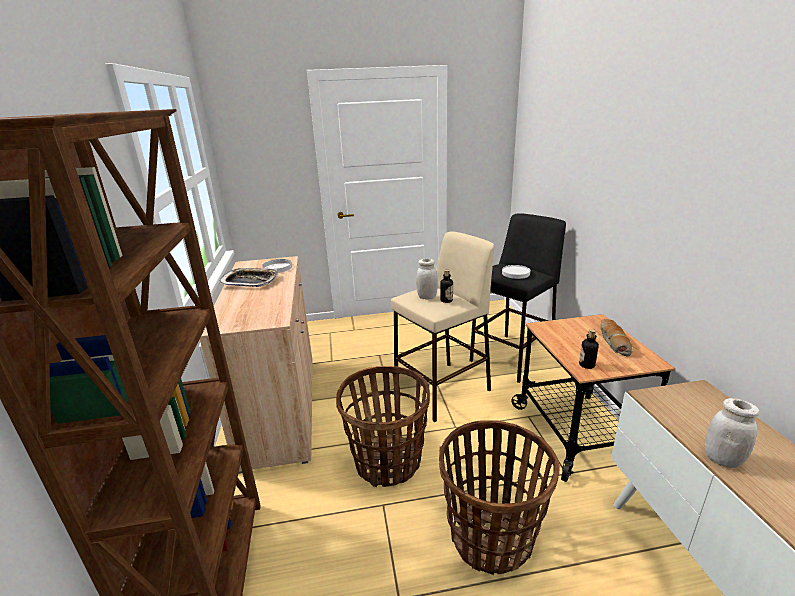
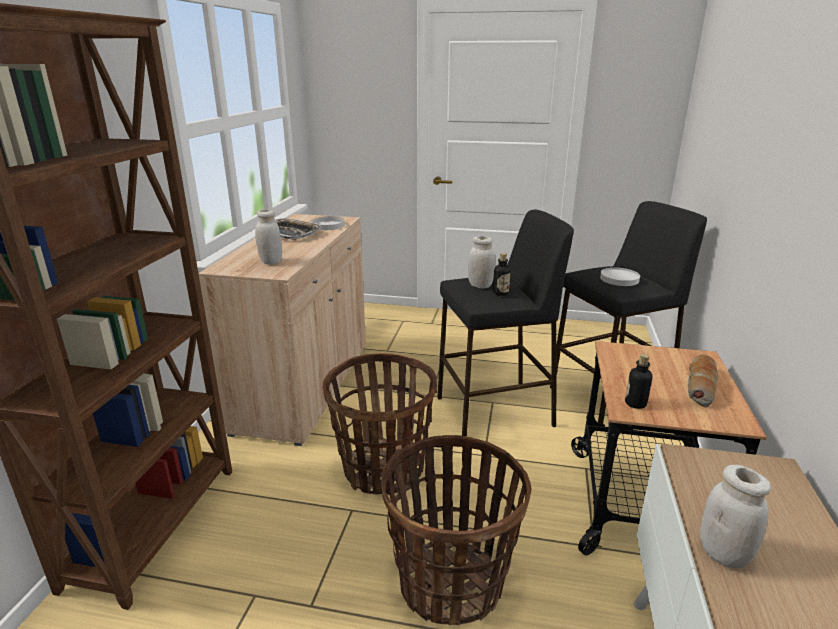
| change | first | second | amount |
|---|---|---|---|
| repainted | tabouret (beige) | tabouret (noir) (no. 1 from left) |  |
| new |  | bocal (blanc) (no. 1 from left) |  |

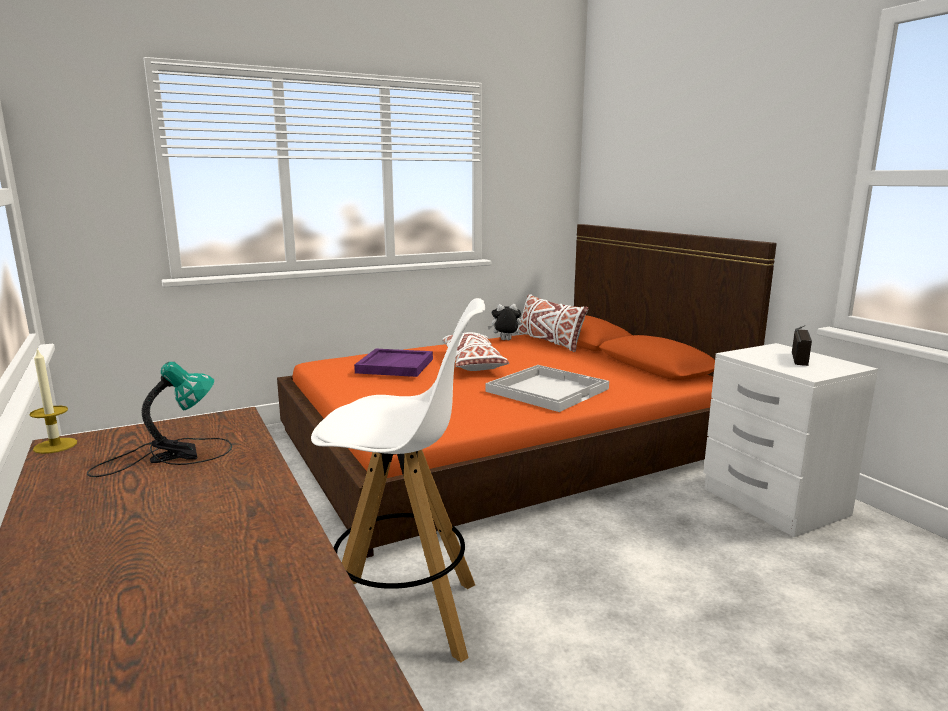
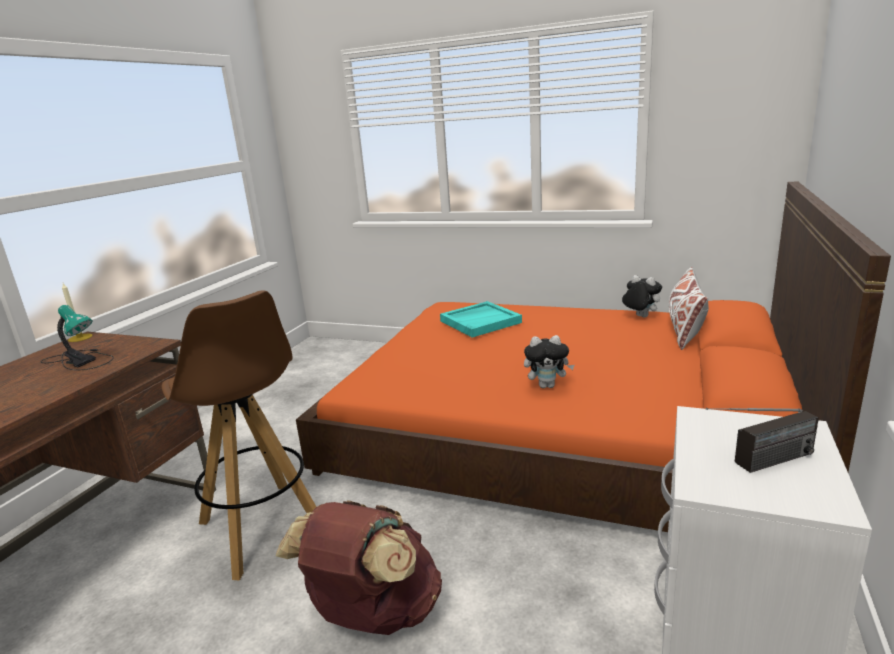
| change | first | second | amount |
|---|---|---|---|
| repainted | tabouret (blanc) | tabouret (marron) |  |
| gone | coussin (blanc) (no. 1 from left) |  |  |
| repainted | plateau (violet) | plateau (turquoise) |  |
| swapped | plateau (blanc) | peluche (no. 1 from left) |  |
| new |  | sac à dos (marron) |  |

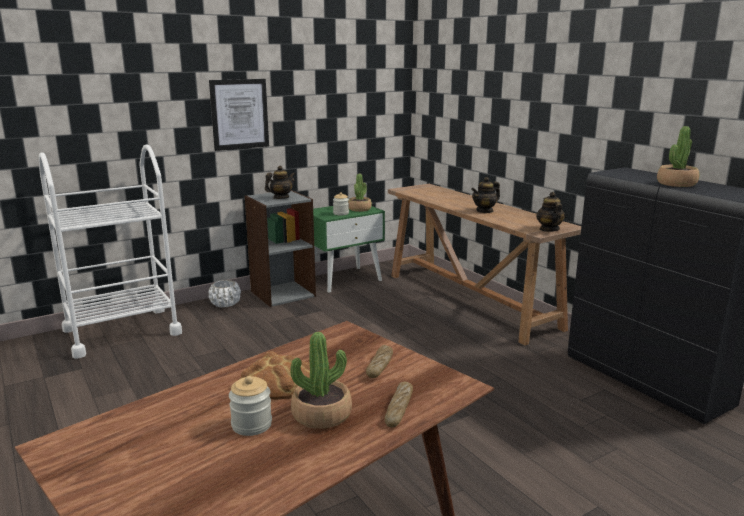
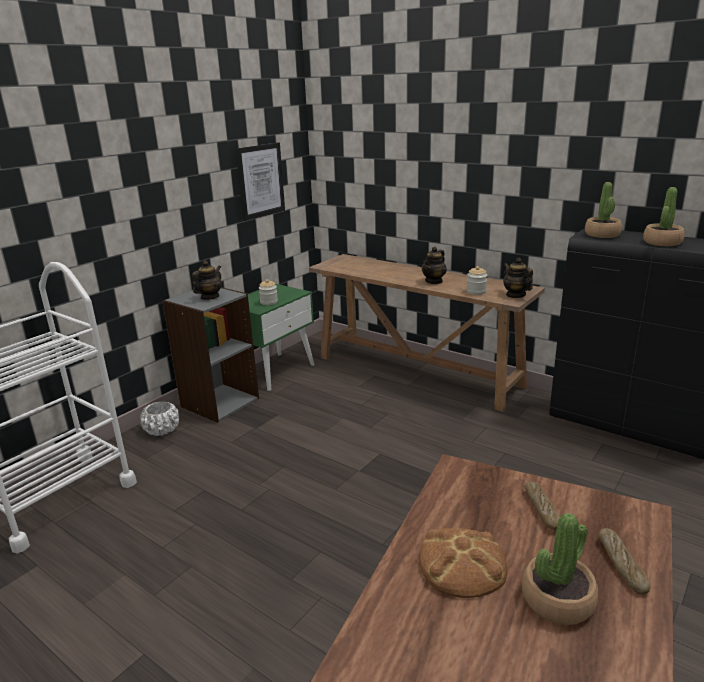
| change | first | second | amount |
|---|---|---|---|
| shifted | tableau |  |  |
| shifted | plante en pot (no. 2 from left) |  |  |
| shifted | bocal (no. 1 from left in the first image) | bocal (no. 2 from left) |  |

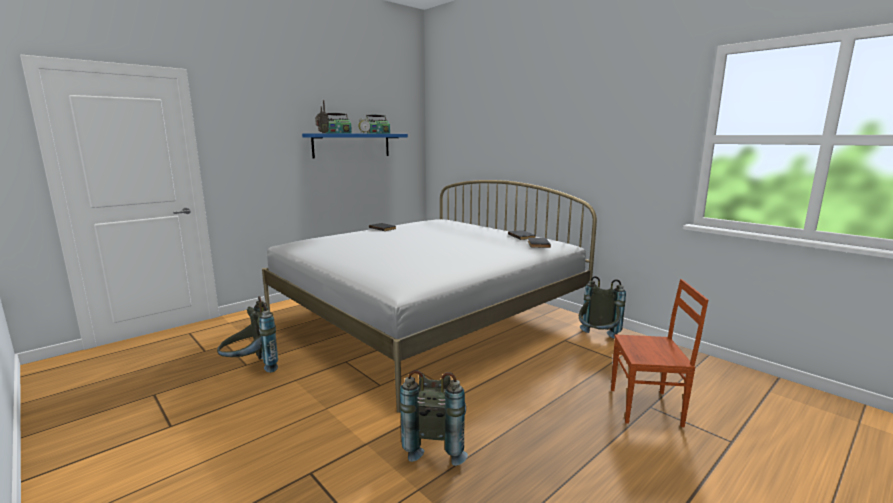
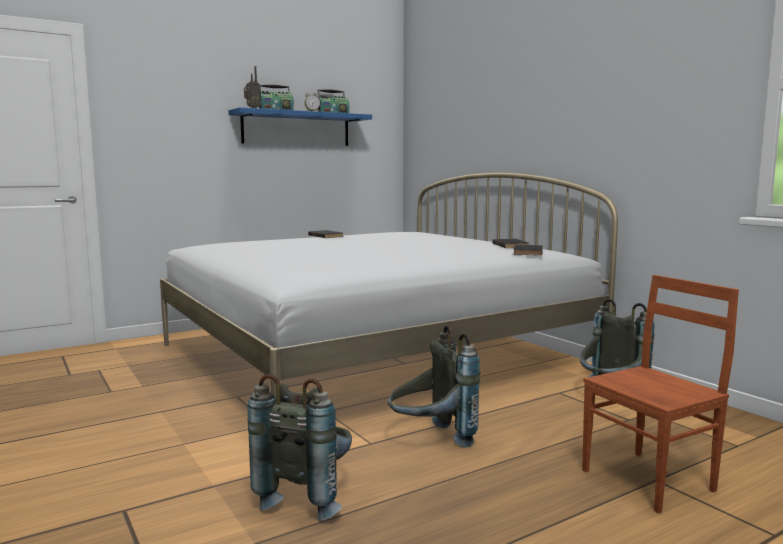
| change | first | second | amount |
|---|---|---|---|
| rotated | chaise (marron) |  | 45 degrees counterclockwise |
| shifted | sac à dos (gris) (no. 1 from left in the first image) | sac à dos (gris) (no. 2 from left) |  |

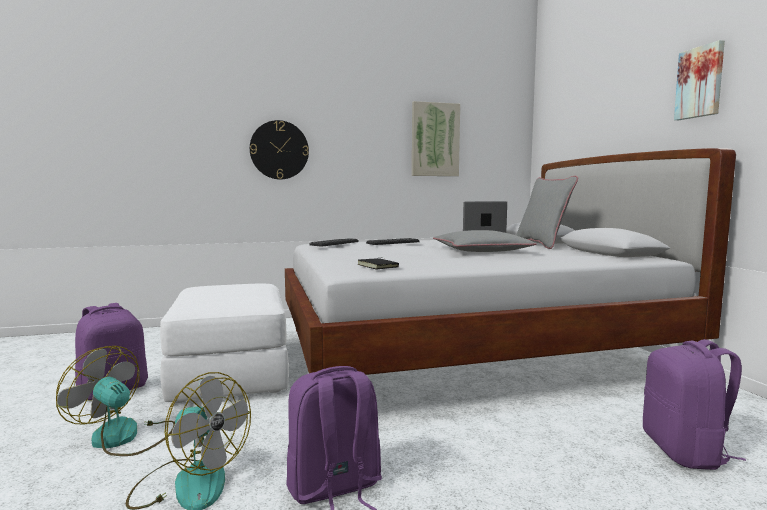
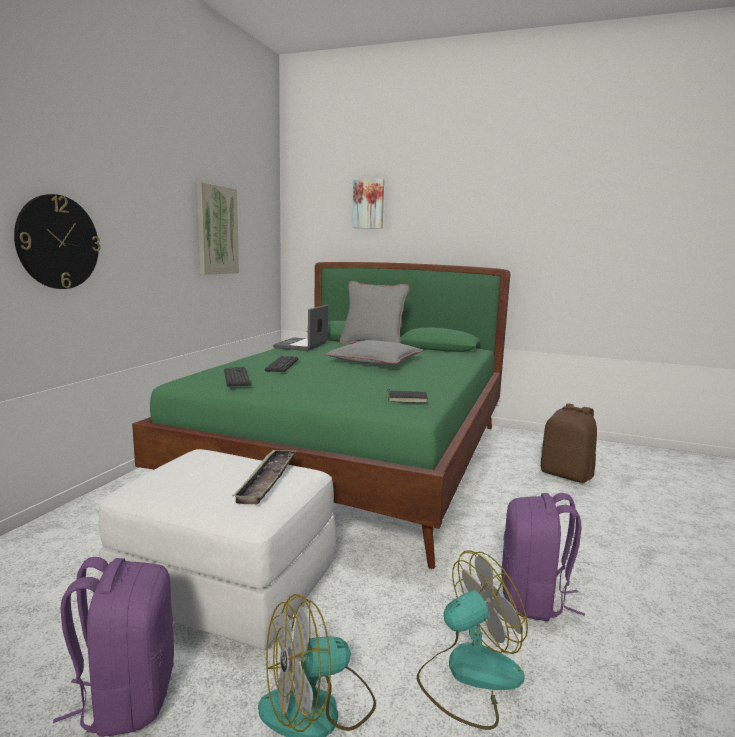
| change | first | second | amount |
|---|---|---|---|
| shifted | tableau (no. 2 from left) |  |  |
| repainted | lit (blanc) | lit (vert) |  |
| repainted | sac à dos (violet) (no. 3 from left) | sac à dos (marron) |  |
| new |  | plateau |  |

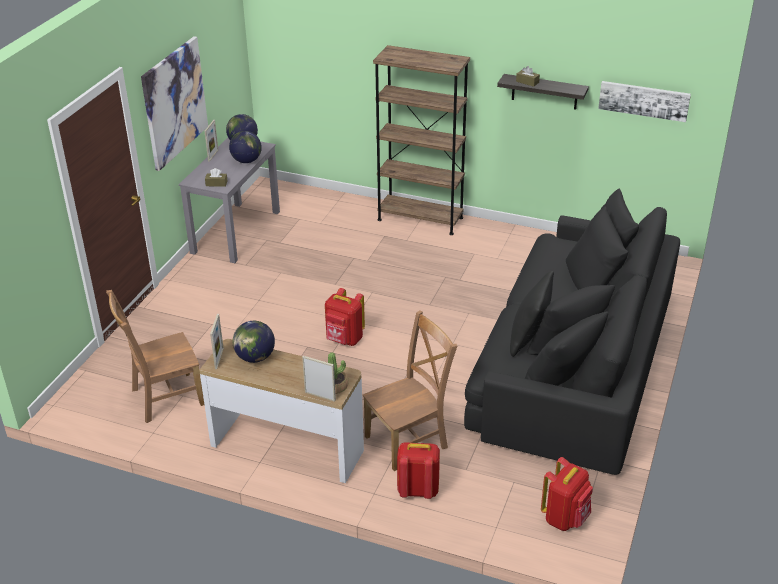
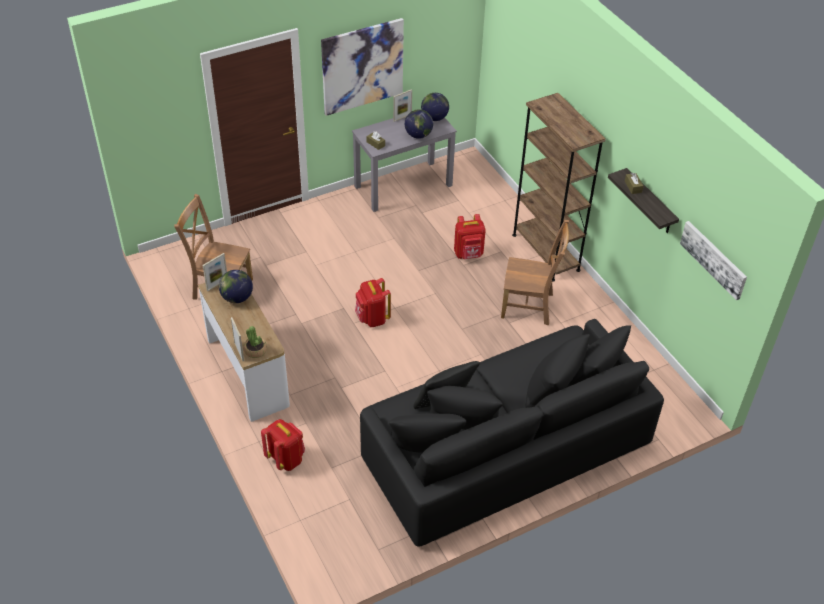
| change | first | second | amount |
|---|---|---|---|
| shifted | chaise (marron) (no. 2 from left) |  |  |
| shifted | sac à dos (rouge) (no. 3 from left) |  |  |

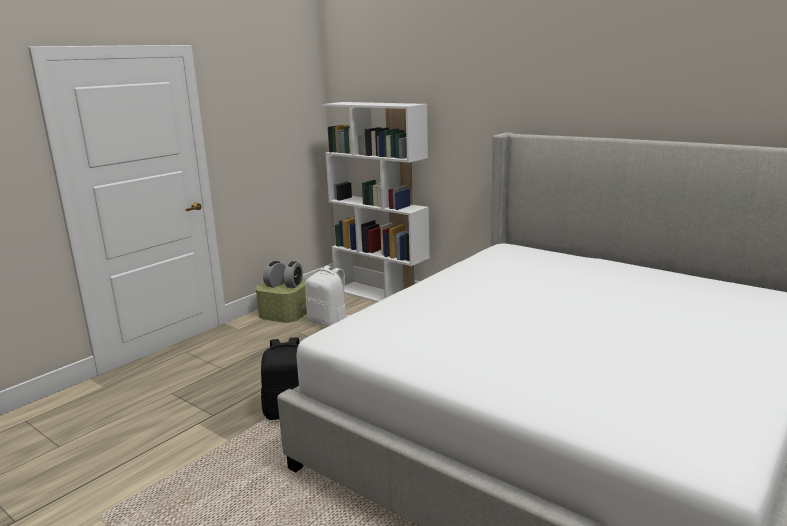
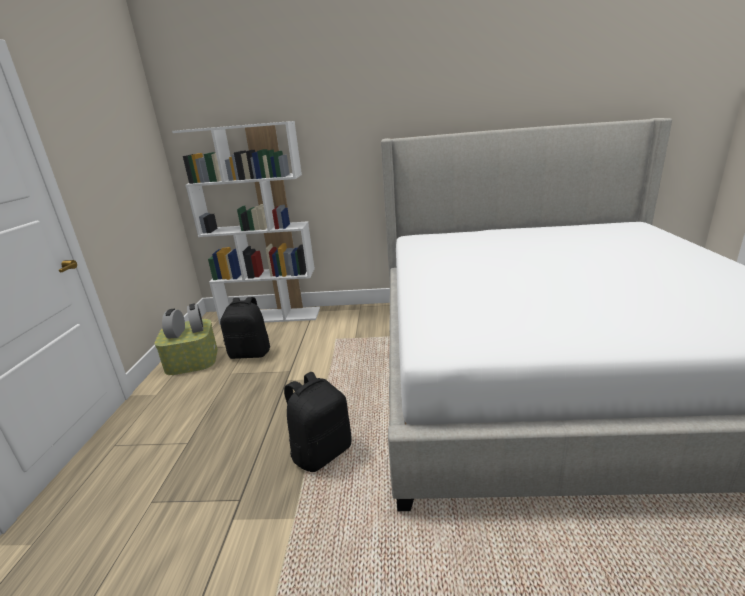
| change | first | second | amount |
|---|---|---|---|
| repainted | sac à dos (blanc) | sac à dos (noir) (no. 1 from left) |  |

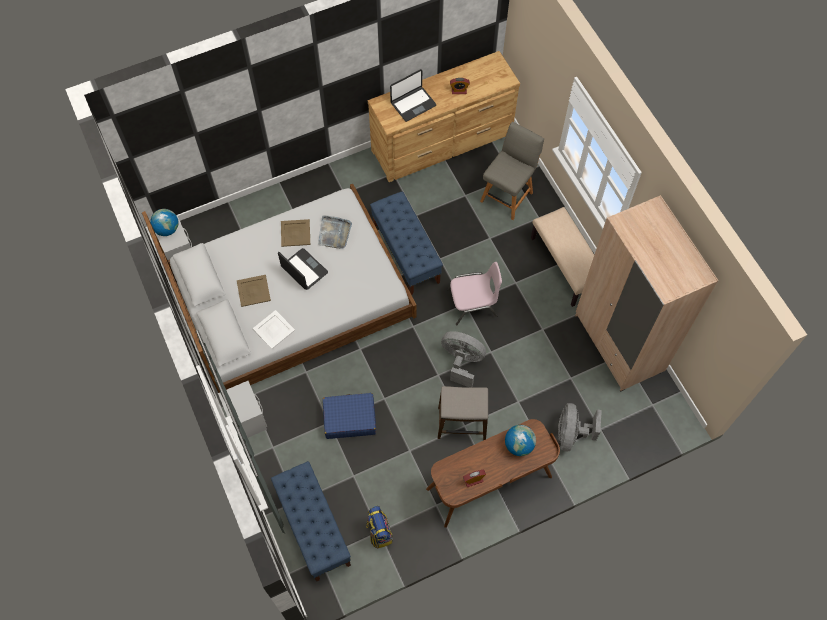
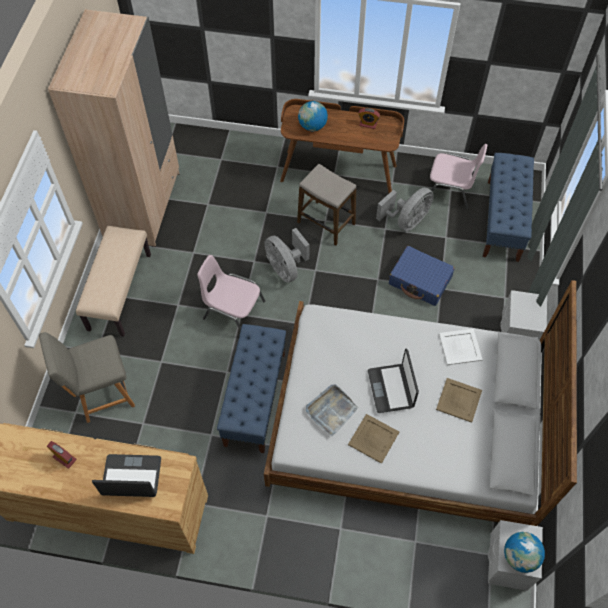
| change | first | second | amount |
|---|---|---|---|
| shifted | ventilateur (gris) (no. 2 from left) |  |  |
| swapped | sac à dos | chaise (rose) (no. 2 from left) |  |

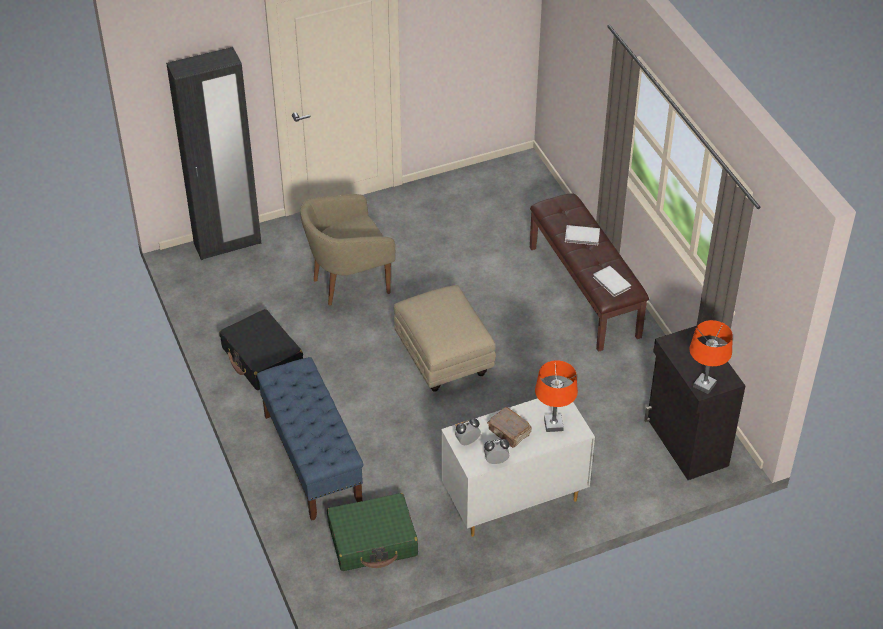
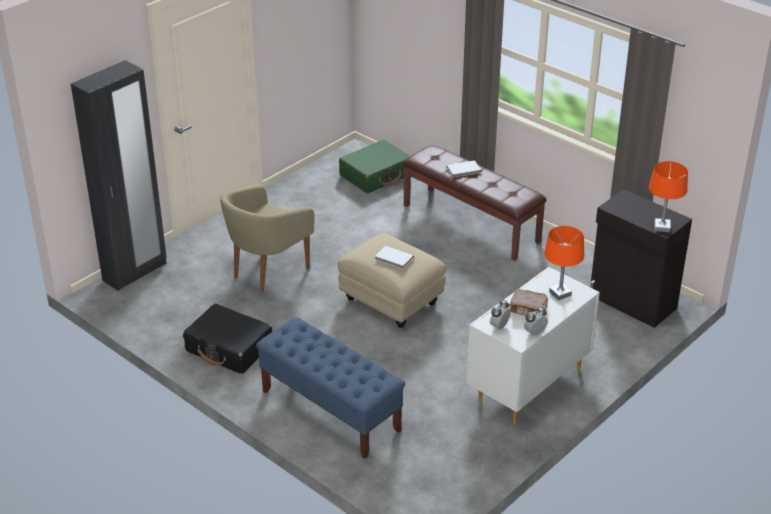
| change | first | second | amount |
|---|---|---|---|
| shifted | livre (blanc) (no. 2 from left in the first image) | livre (blanc) (no. 1 from left) |  |
| shifted | valise (vert) |  |  |

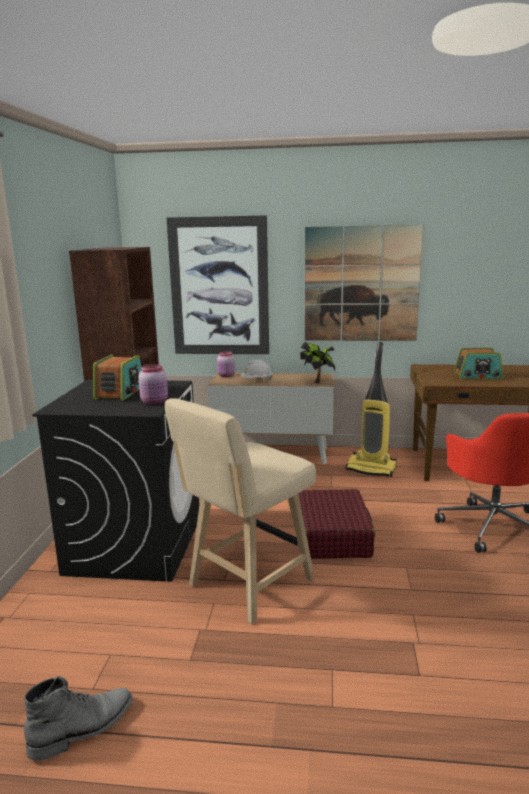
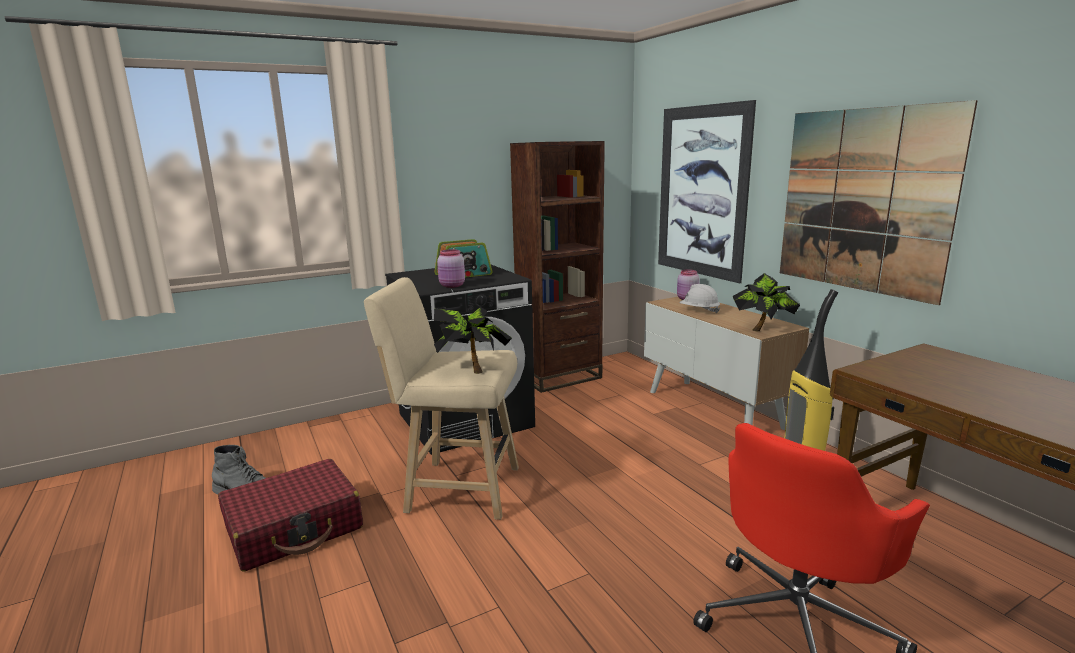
| change | first | second | amount |
|---|---|---|---|
| gone | radio (no. 2 from left) |  |  |
| shifted | valise (rouge) |  |  |
| new |  | plante en pot (no. 1 from left) |  |

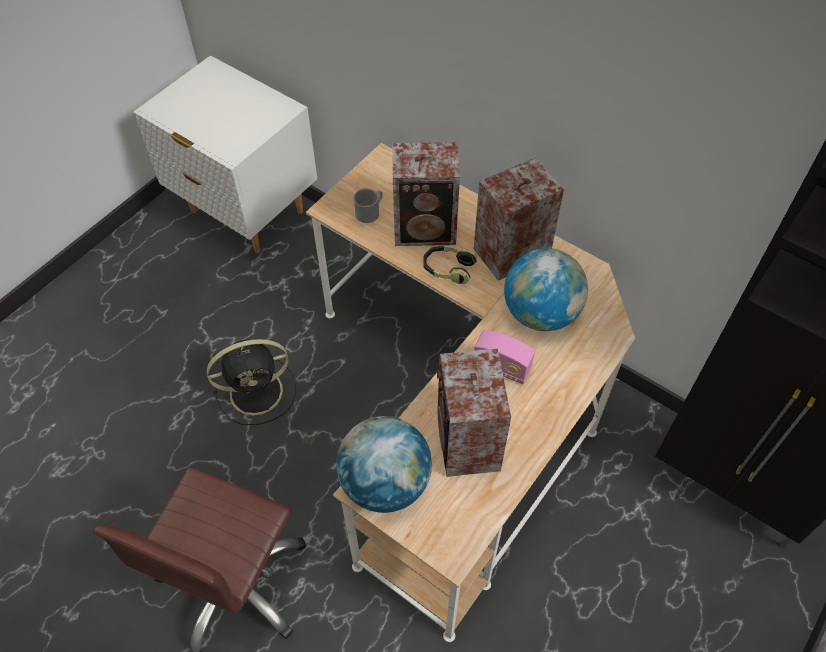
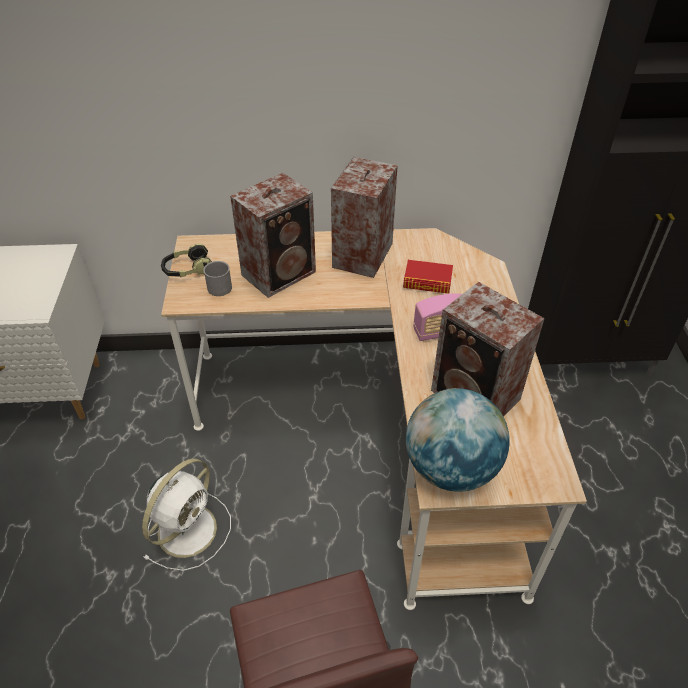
| change | first | second | amount |
|---|---|---|---|
| shifted | casque audio |  |  |
| swapped | globe (no. 2 from left) | livre |  |
| repainted | ventilateur (noir) | ventilateur (blanc) |  |

